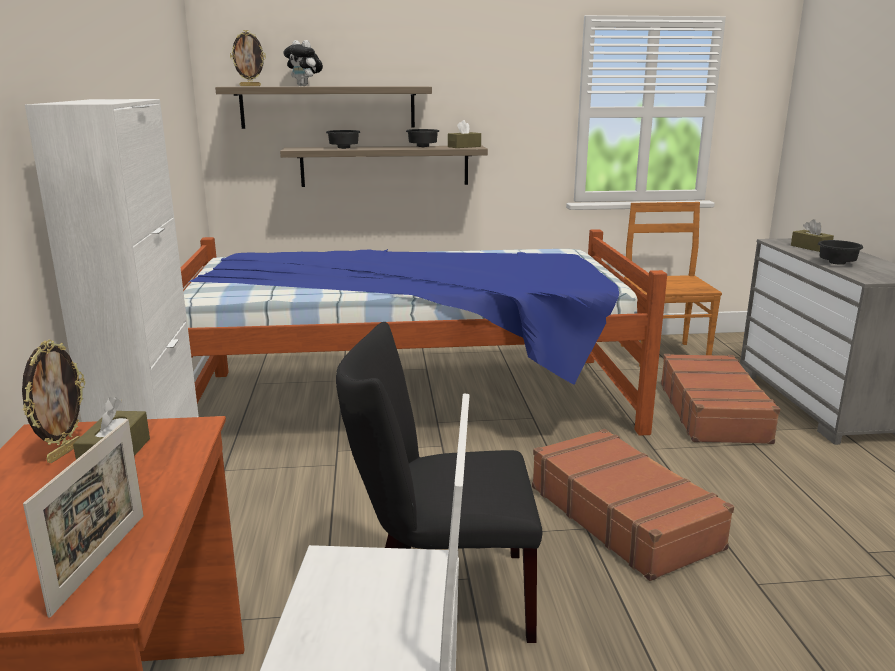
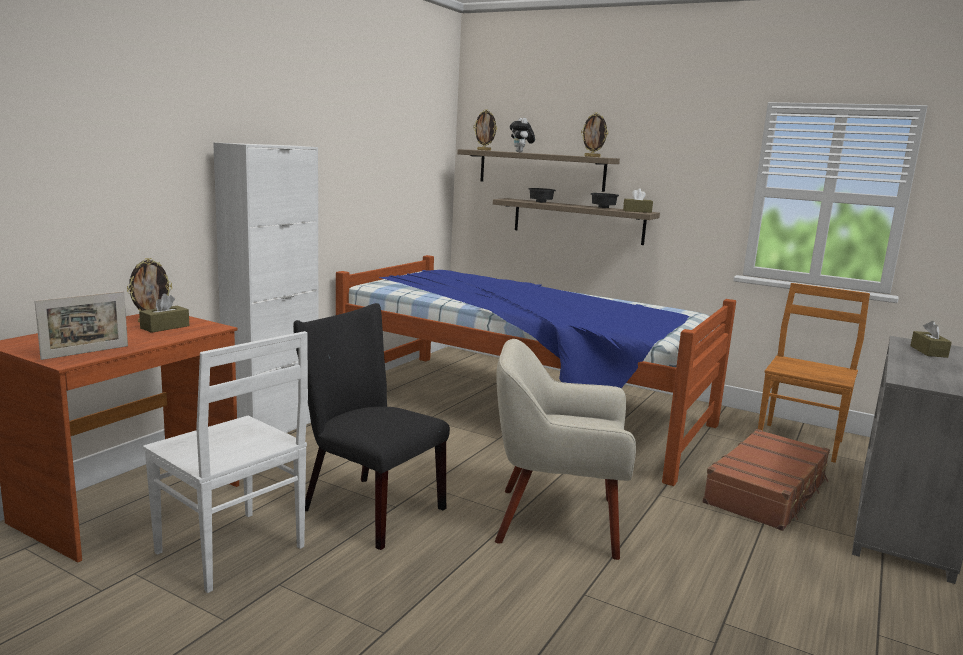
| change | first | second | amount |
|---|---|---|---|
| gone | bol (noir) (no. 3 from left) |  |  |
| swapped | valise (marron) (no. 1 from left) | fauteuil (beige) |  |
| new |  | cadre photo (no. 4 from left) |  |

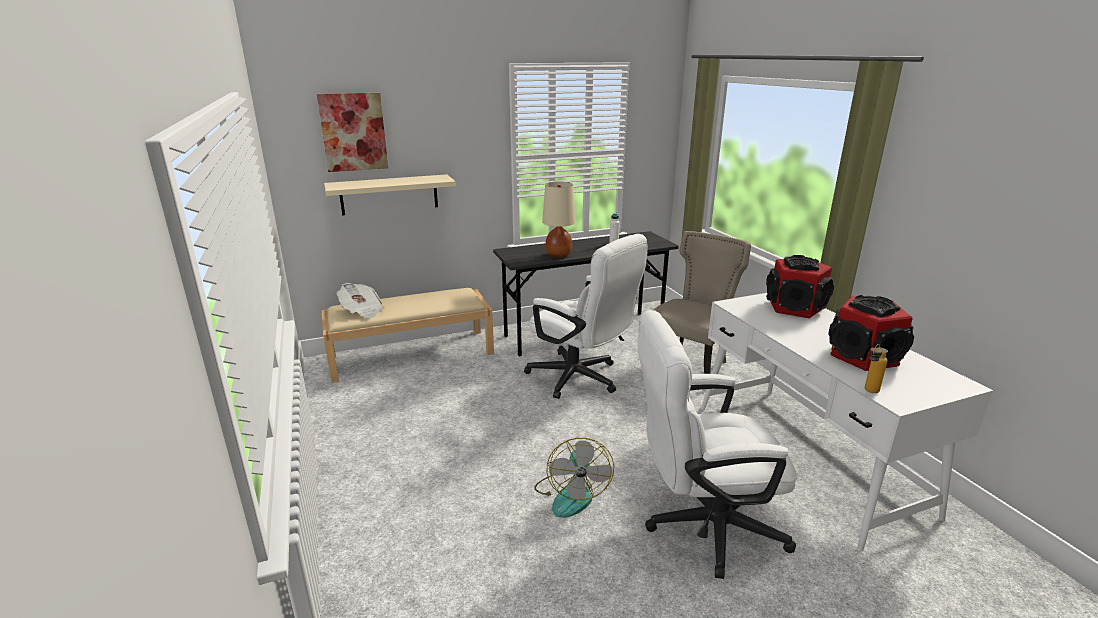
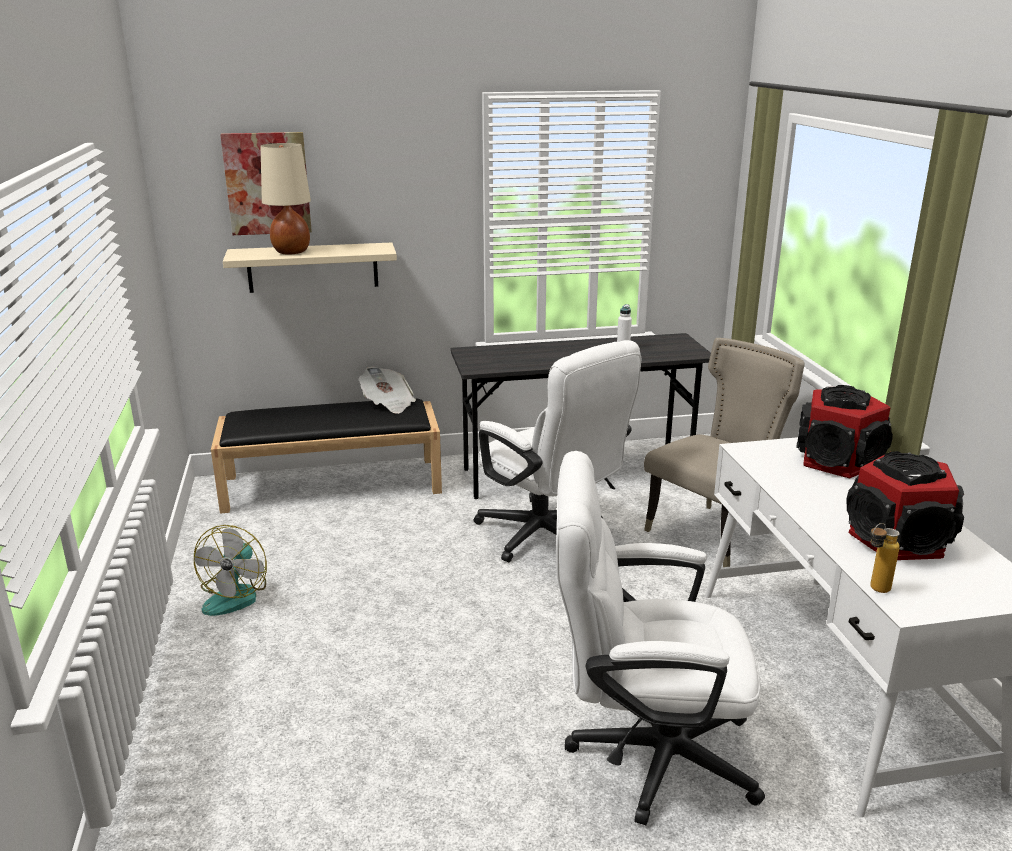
| change | first | second | amount |
|---|---|---|---|
| shifted | lampe de table (beige) |  |  |
| shifted | journal |  |  |
| repainted | banc (beige) | banc (noir) |  |
| shifted | ventilateur |  |  |

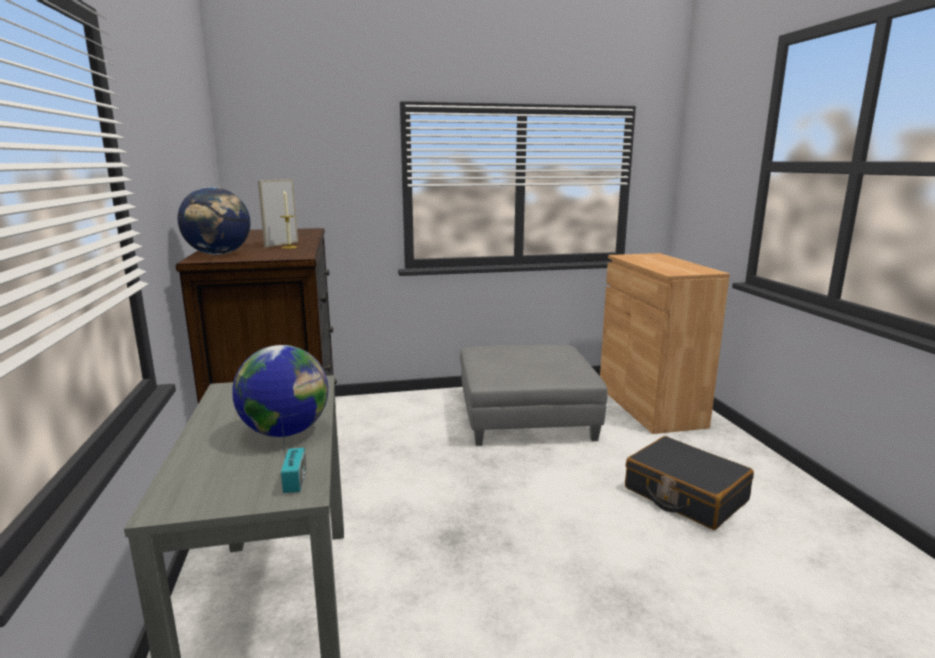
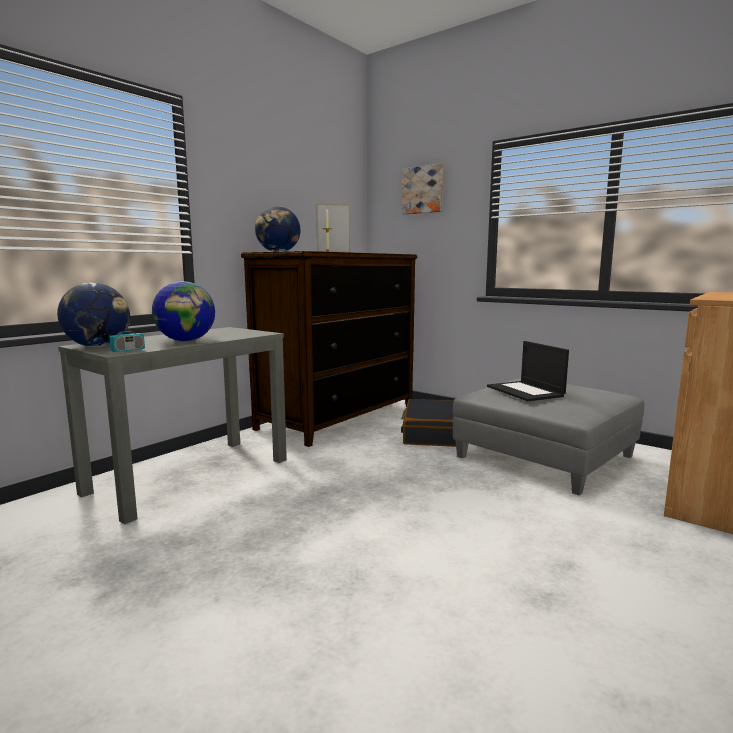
| change | first | second | amount |
|---|---|---|---|
| shifted | valise (noir) |  |  |
| new |  | tableau |  |
| new |  | globe (no. 1 from left) |  |
| new |  | ordinateur portable |  |

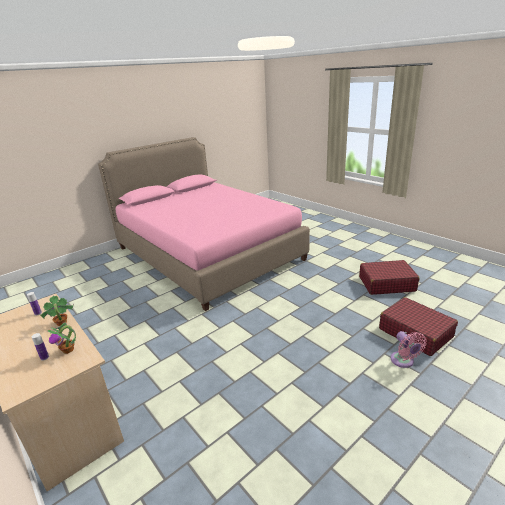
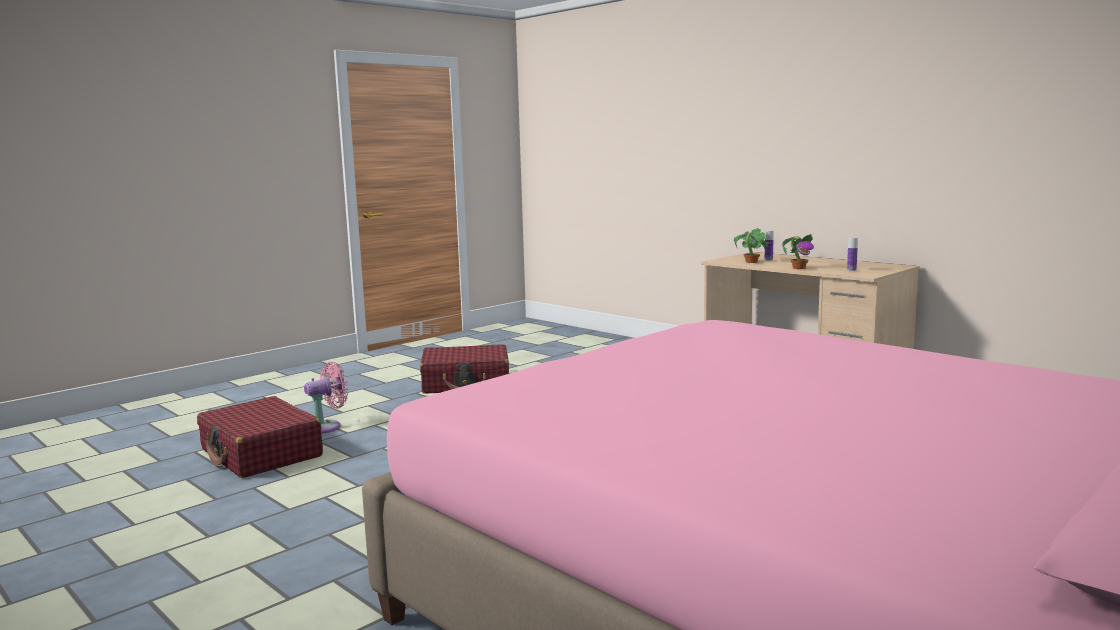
| change | first | second | amount |
|---|---|---|---|
| shifted | valise (rouge) (no. 1 from left in the first image) | valise (rouge) (no. 2 from left) |  |
| rotated | ventilateur (rose) |  | 75 degrees clockwise |

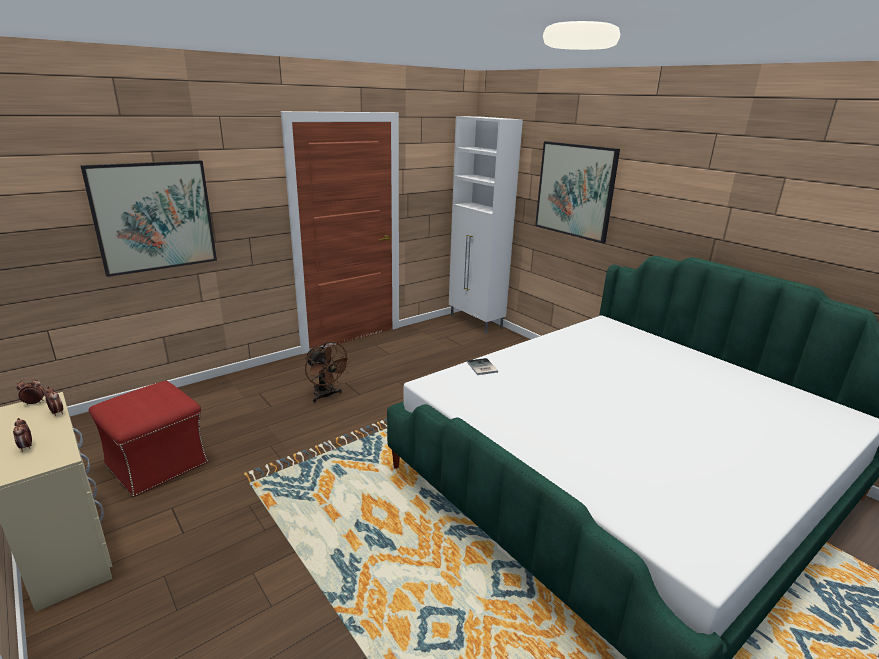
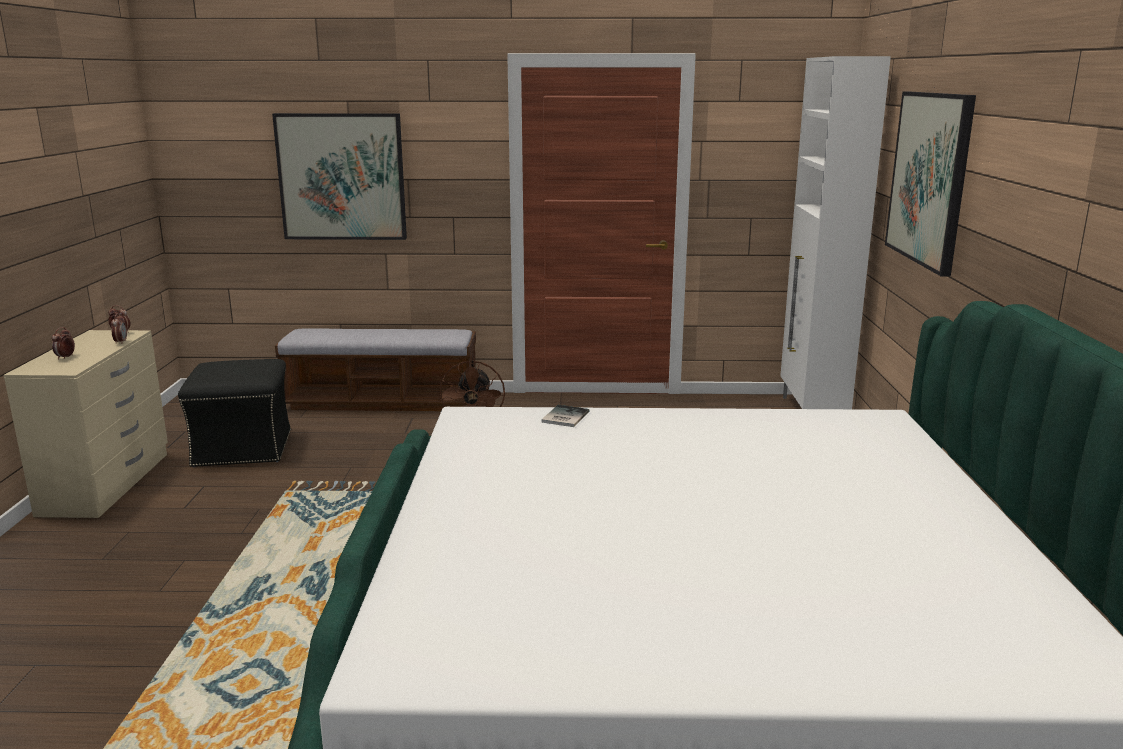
| change | first | second | amount |
|---|---|---|---|
| repainted | pouf (rouge) | pouf (noir) |  |
| new |  | banc |  |

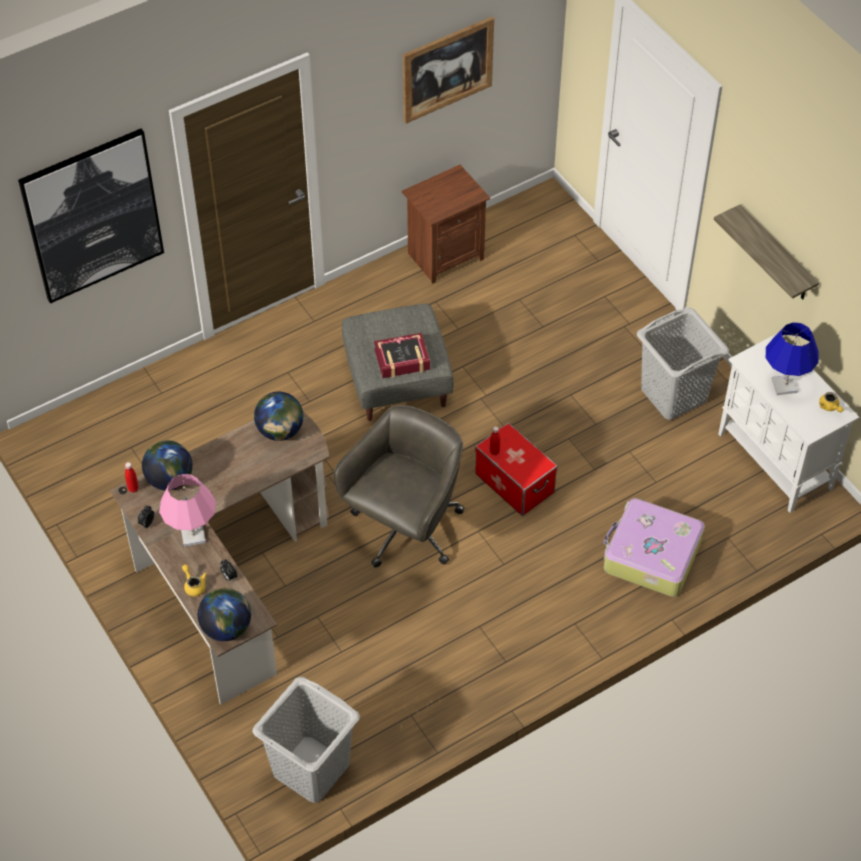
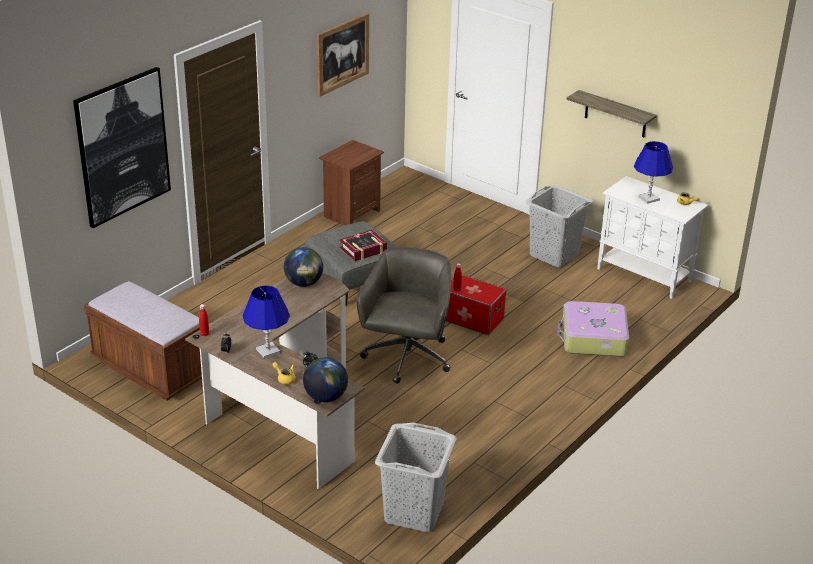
| change | first | second | amount |
|---|---|---|---|
| gone | globe (no. 1 from left) |  |  |
| repainted | lampe de table (rose) | lampe de table (bleu) (no. 1 from left) |  |
| new |  | banc (marron) |  |

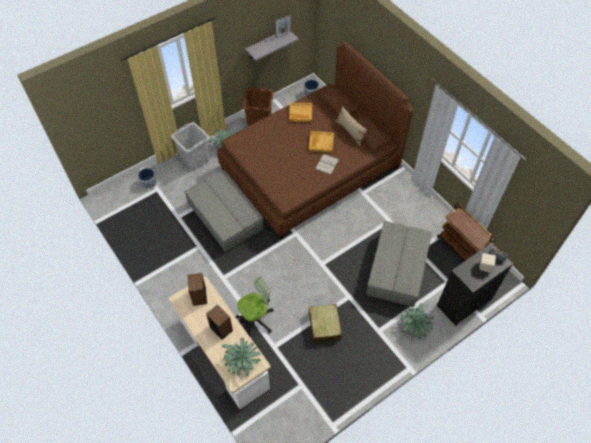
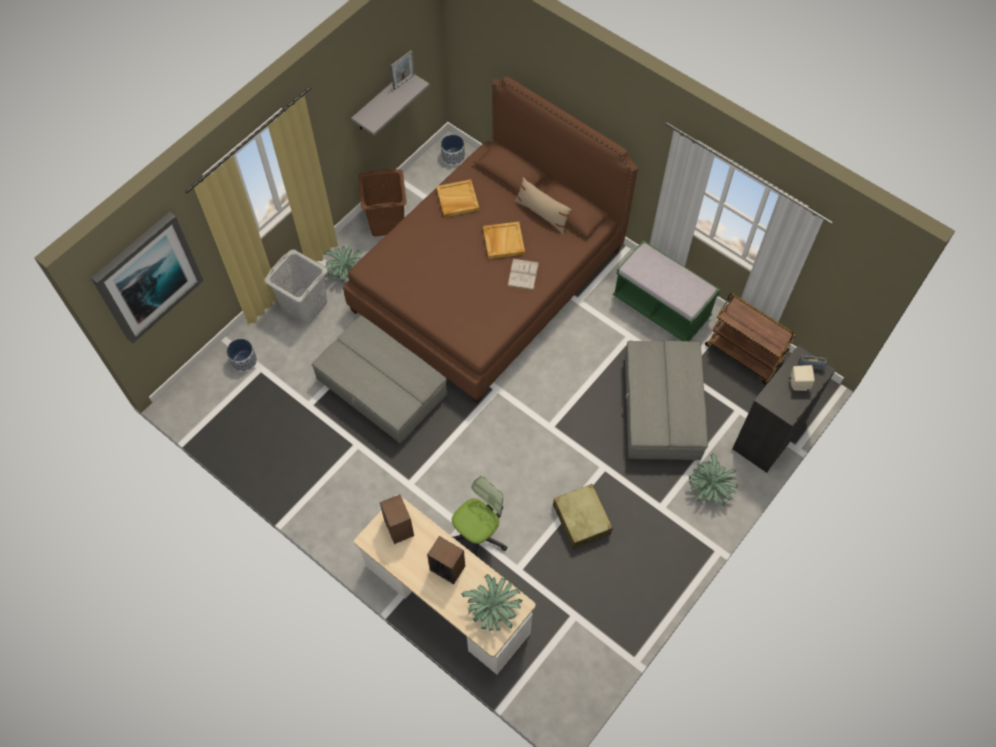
| change | first | second | amount |
|---|---|---|---|
| new |  | tableau |  |
| new |  | banc (vert) |  |

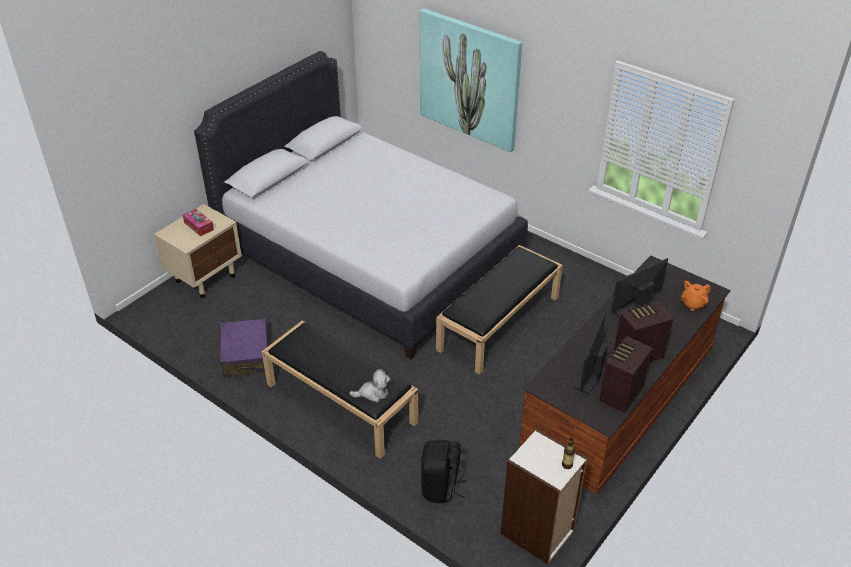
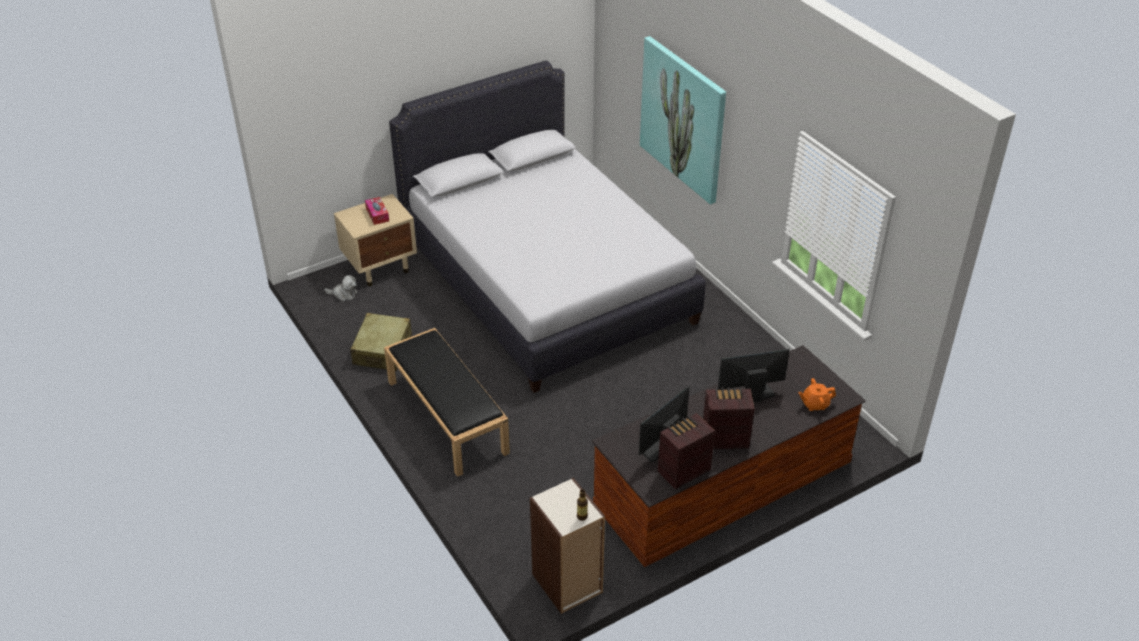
| change | first | second | amount |
|---|---|---|---|
| gone | banc (noir) (no. 2 from left) |  |  |
| repainted | valise (violet) | valise (beige) |  |
| shifted | peluche |  |  |
| gone | sac à dos (noir) |  |  |

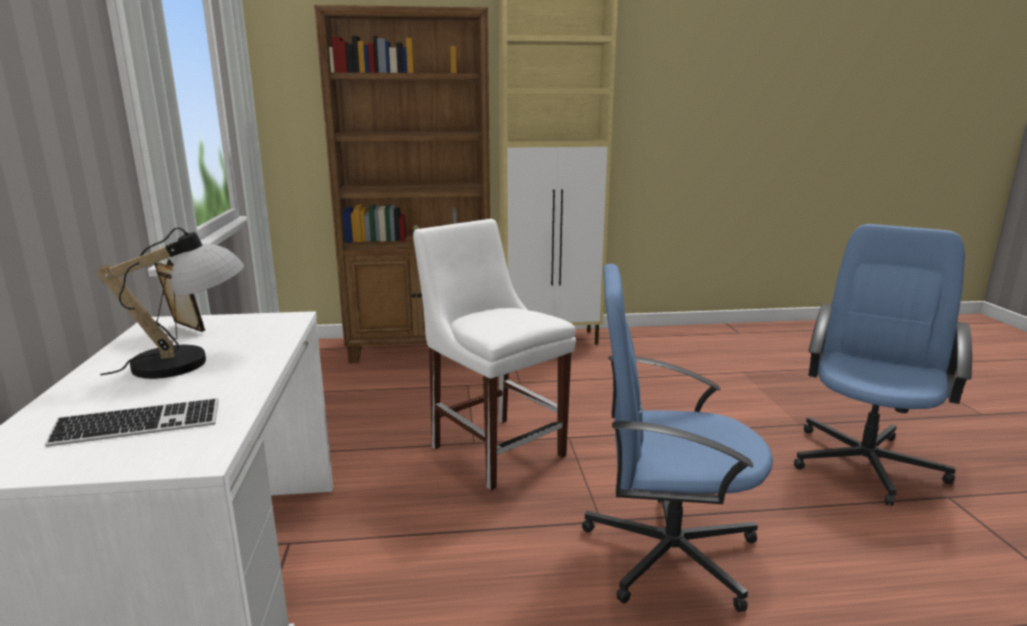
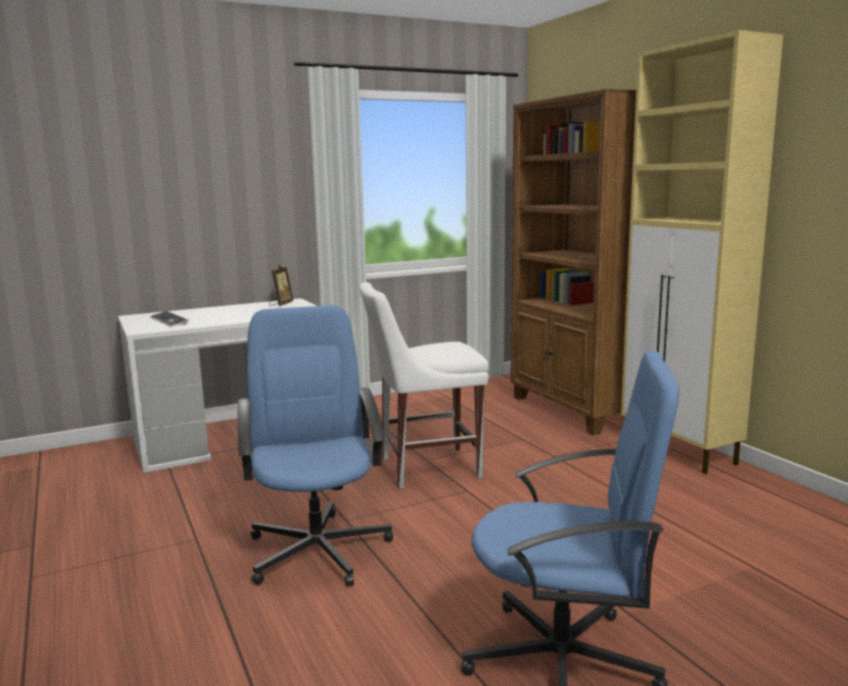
| change | first | second | amount |
|---|---|---|---|
| rotated | chaise (blanc) |  | 135 degrees counterclockwise |
| gone | lampe de table |  |  |

